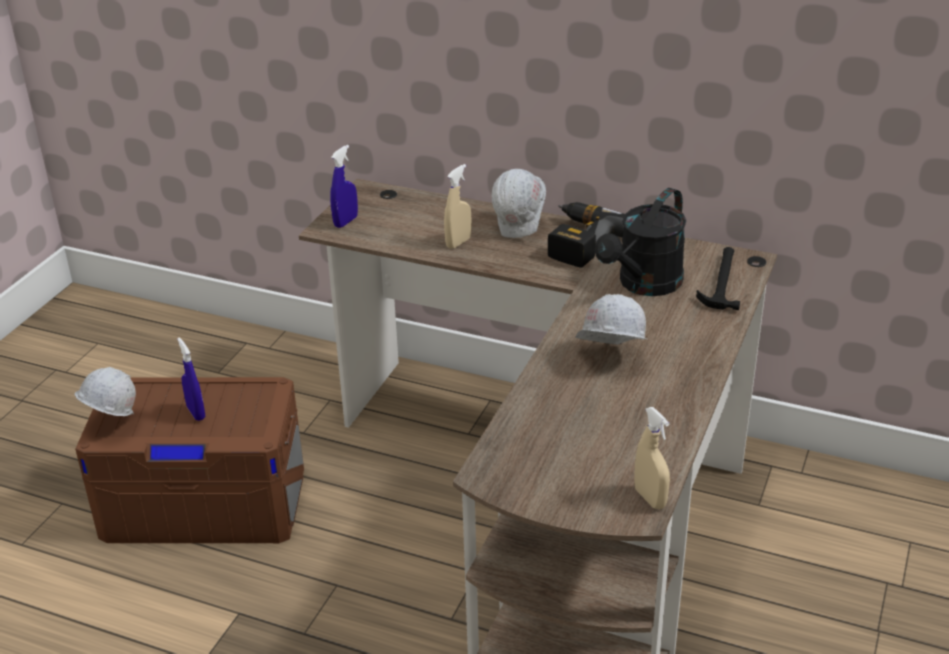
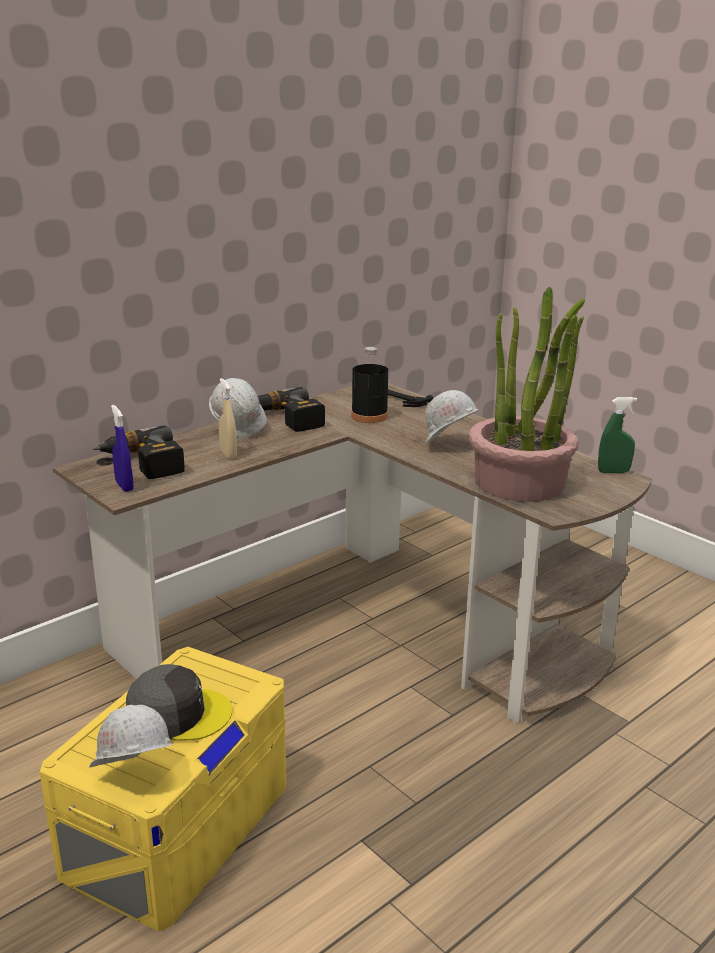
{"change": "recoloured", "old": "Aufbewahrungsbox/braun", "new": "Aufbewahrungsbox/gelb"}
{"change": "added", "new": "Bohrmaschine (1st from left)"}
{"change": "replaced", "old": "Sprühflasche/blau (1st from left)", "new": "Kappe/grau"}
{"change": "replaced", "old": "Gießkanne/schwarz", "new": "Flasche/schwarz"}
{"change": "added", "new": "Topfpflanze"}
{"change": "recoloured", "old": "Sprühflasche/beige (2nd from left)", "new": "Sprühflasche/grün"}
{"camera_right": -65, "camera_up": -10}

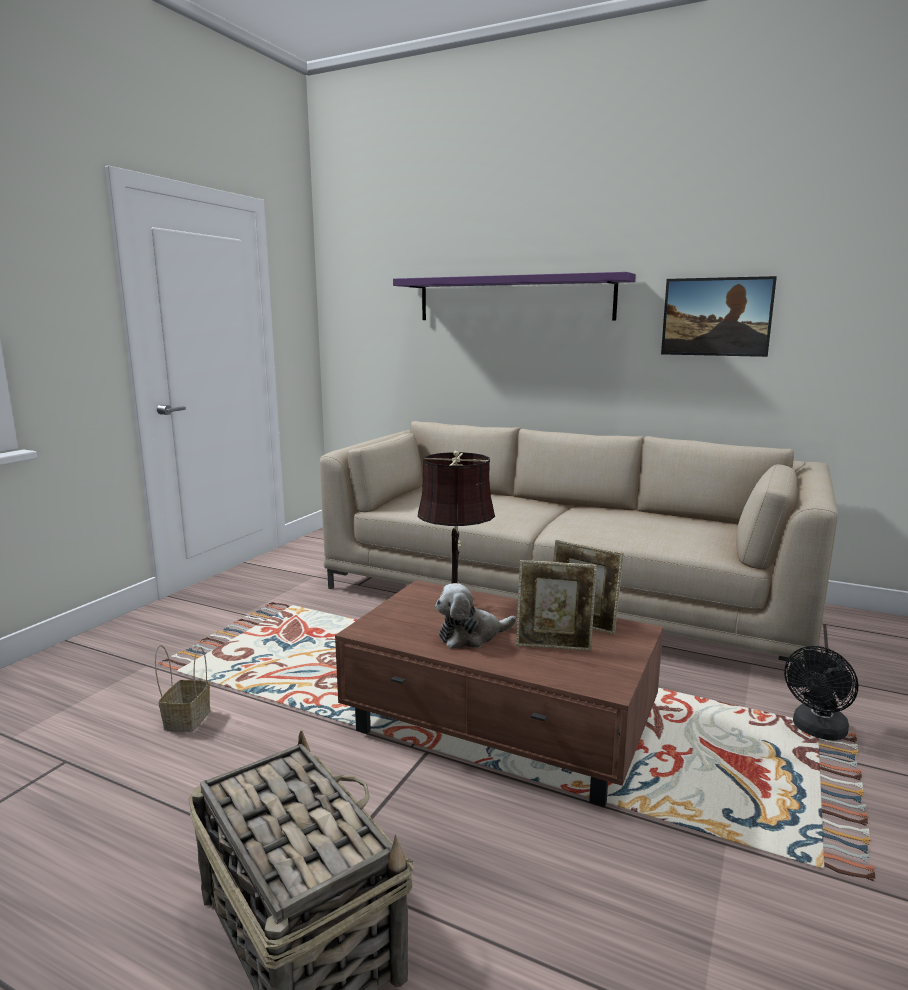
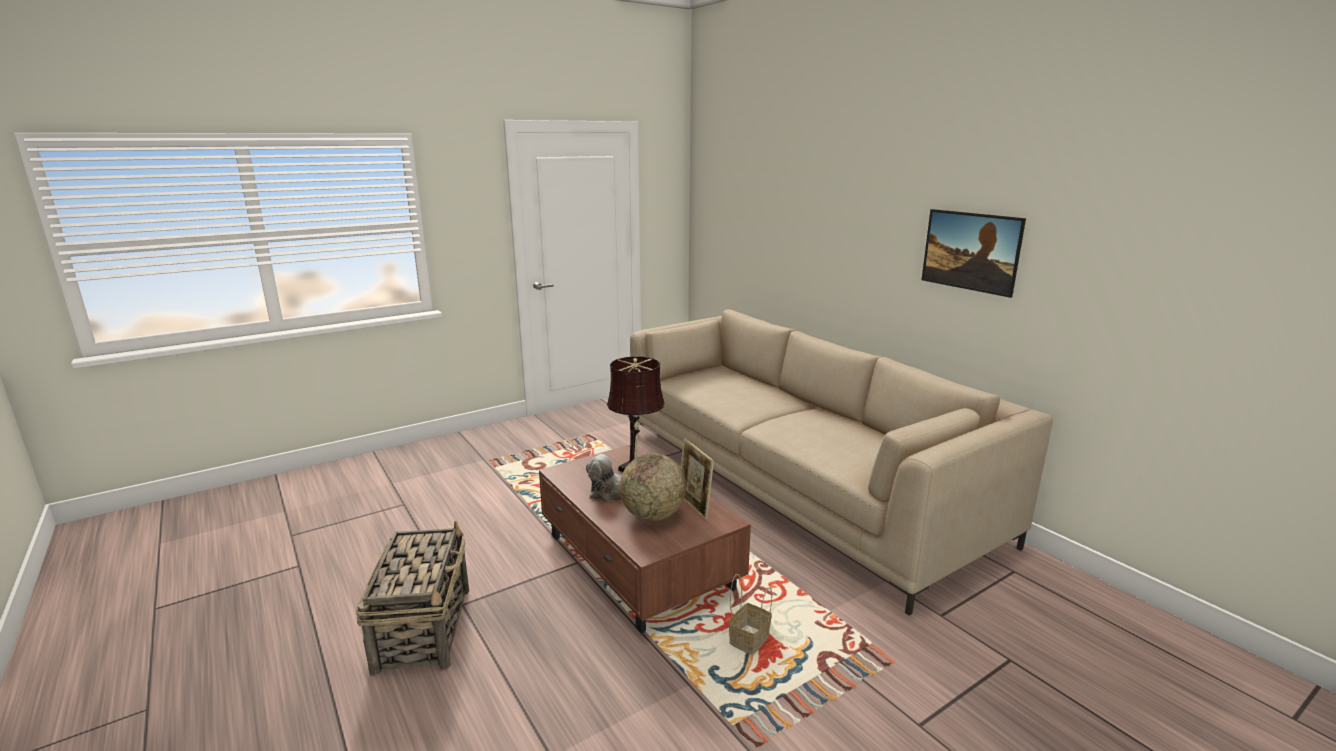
{"change": "replaced", "old": "Bilderrahmen (1st from left)", "new": "Globus"}
{"change": "moved", "old": "Korb (1st from left in the first image)", "new": "Korb (2nd from left)"}
{"change": "removed", "old": "Wandregal/lila"}
{"change": "removed", "old": "Ventilator/schwarz"}
{"camera_right": 30, "camera_up": 5}

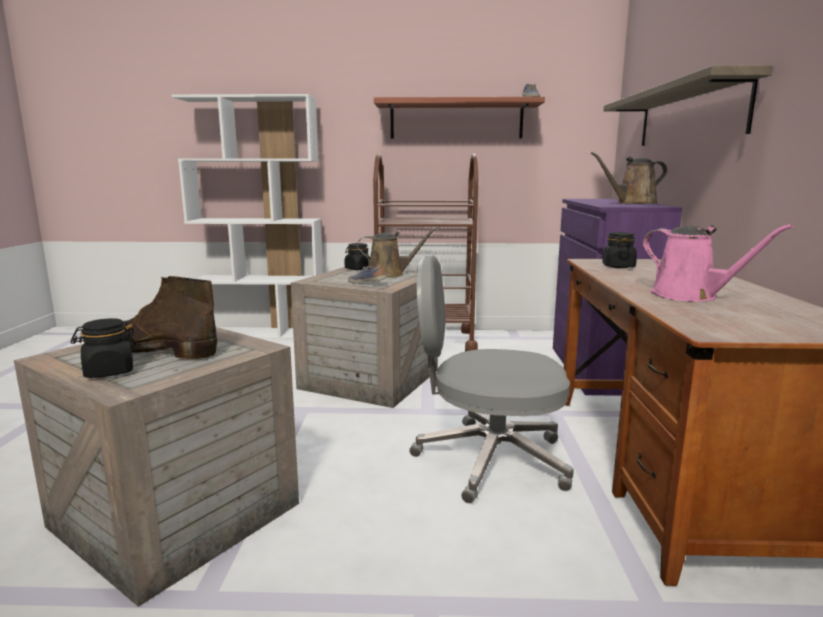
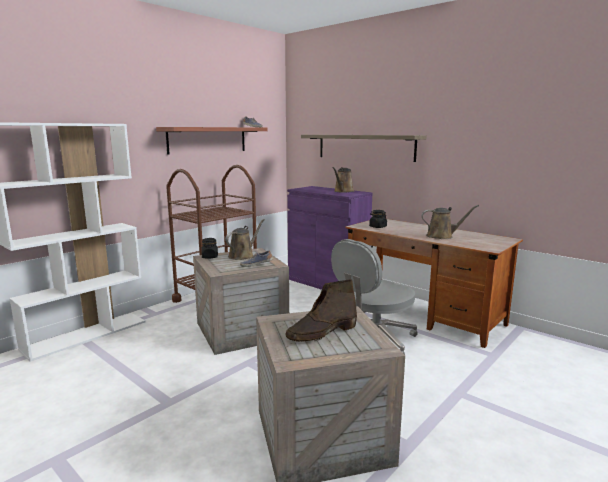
{"change": "recoloured", "old": "Gießkanne/rosa", "new": "Gießkanne/braun (3rd from left)"}
{"change": "removed", "old": "Vorratsglas/schwarz (1st from left)"}
{"camera_right": -50, "camera_up": 0}

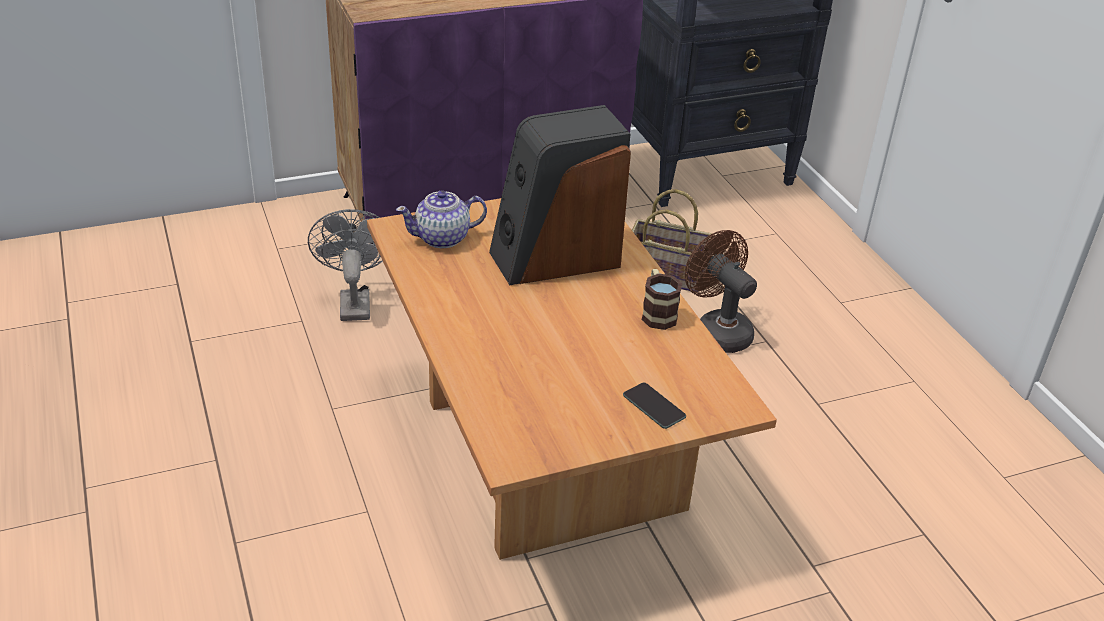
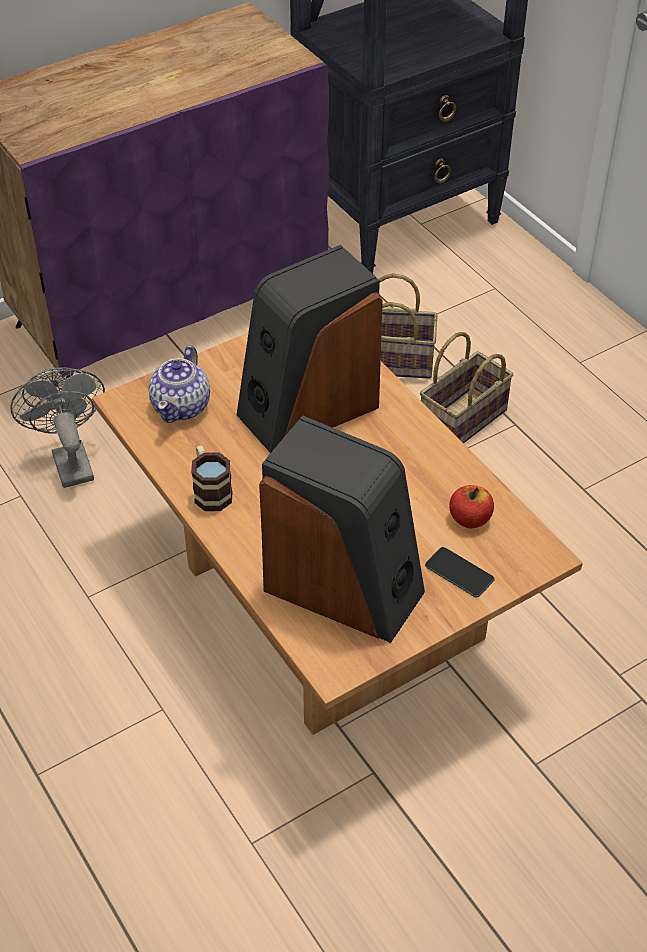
{"change": "turned", "old": "Teekanne", "degrees": -45}
{"change": "moved", "old": "Henkelbecher"}
{"change": "added", "new": "Lautsprecher (2nd from left)"}
{"change": "replaced", "old": "Ventilator/braun", "new": "Korb (2nd from left)"}
{"change": "added", "new": "Apfel"}
{"camera_right": -10, "camera_up": 10}

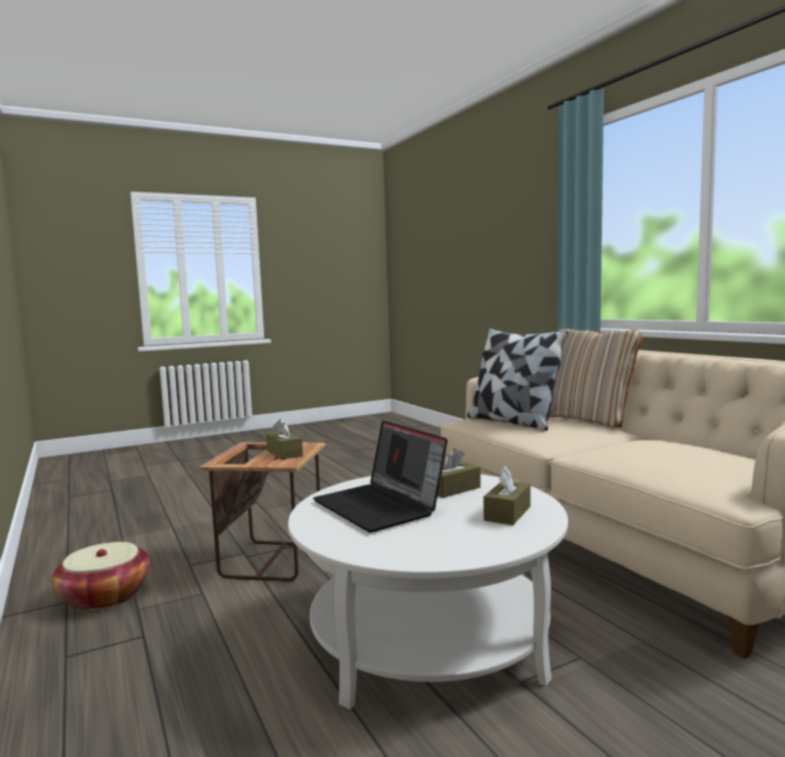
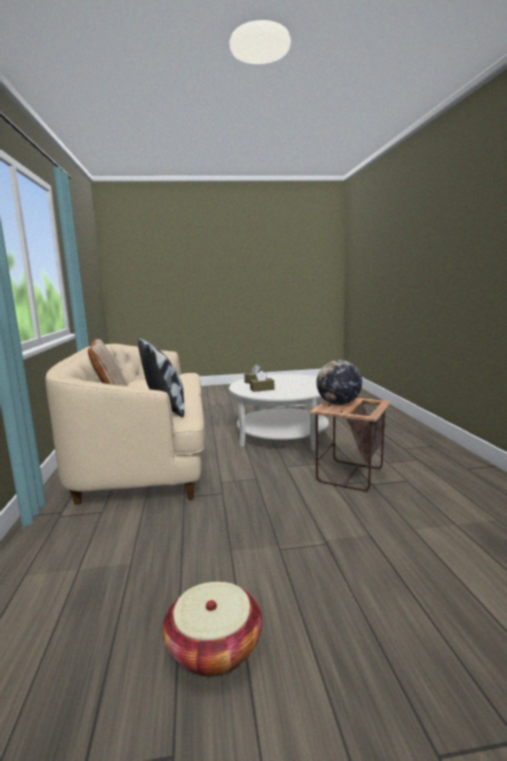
{"change": "moved", "old": "Korb"}
{"change": "replaced", "old": "Taschentuchbox/braun (1st from left)", "new": "Globus"}
{"change": "removed", "old": "Laptop"}
{"camera_right": -160, "camera_up": 5}

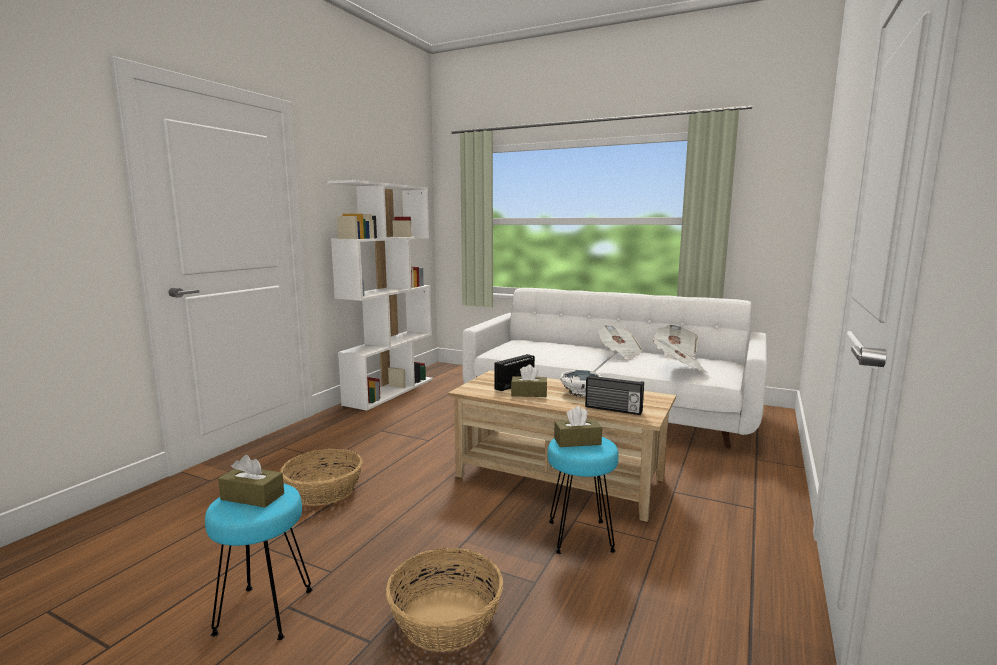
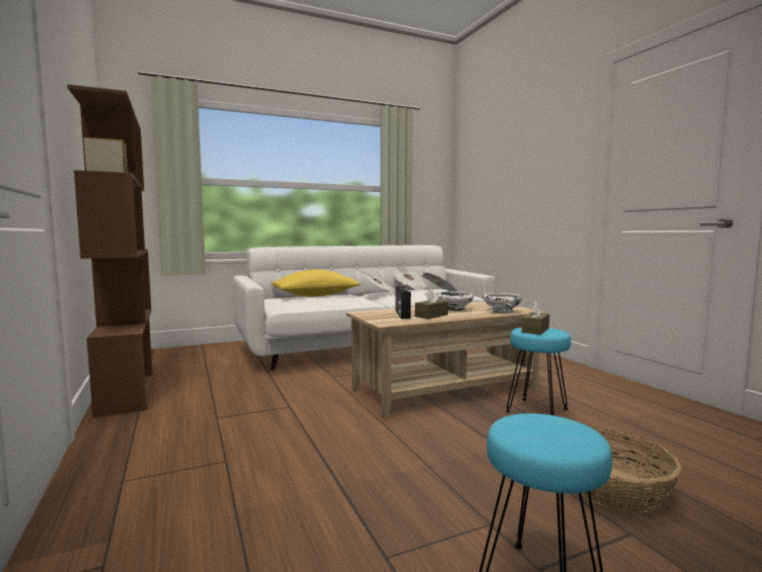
{"change": "recoloured", "old": "Bücherregal/weiß", "new": "Bücherregal/braun"}
{"change": "added", "new": "Kissen/gelb"}
{"change": "replaced", "old": "Radio (2nd from left)", "new": "Schüssel/weiß (2nd from left)"}
{"change": "removed", "old": "Taschentuchbox/braun (1st from left)"}
{"change": "removed", "old": "Korb (1st from left)"}
{"camera_right": -50, "camera_up": -5}

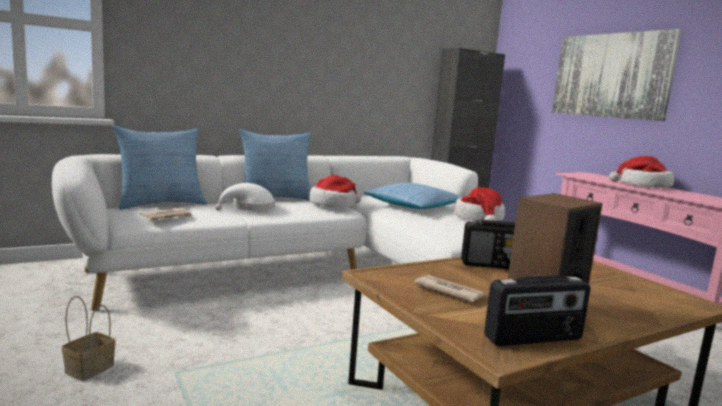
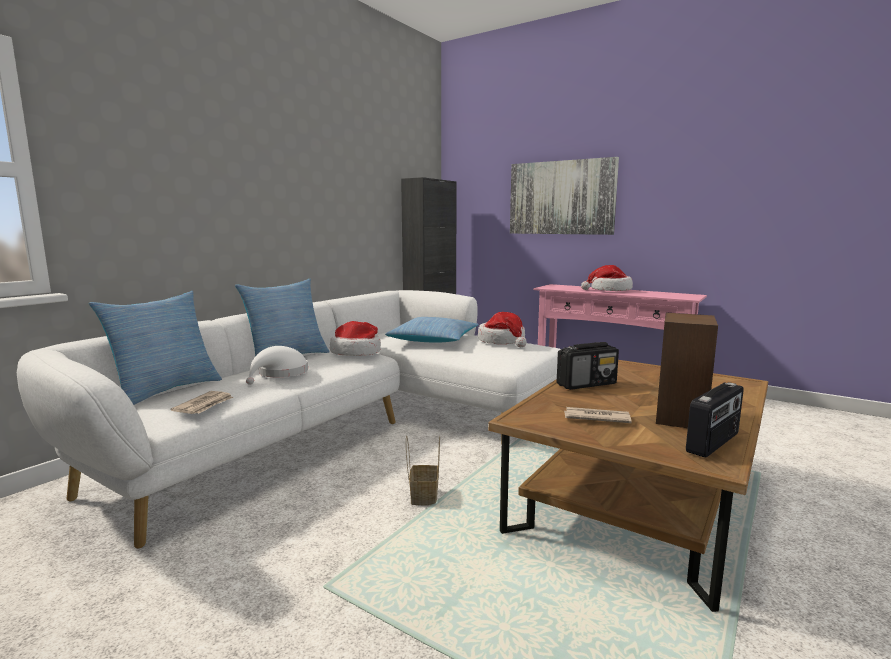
{"change": "moved", "old": "Korb"}
{"camera_right": -25, "camera_up": 0}

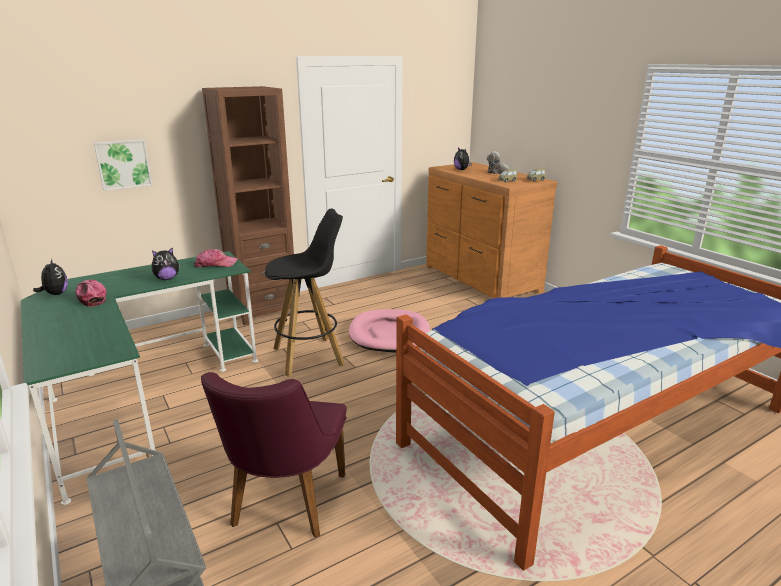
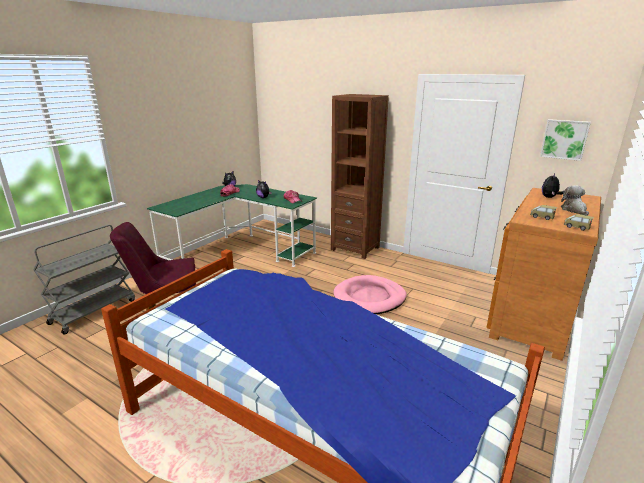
{"change": "moved", "old": "Bild"}
{"change": "removed", "old": "Hocker/schwarz"}
{"camera_right": 65, "camera_up": 0}

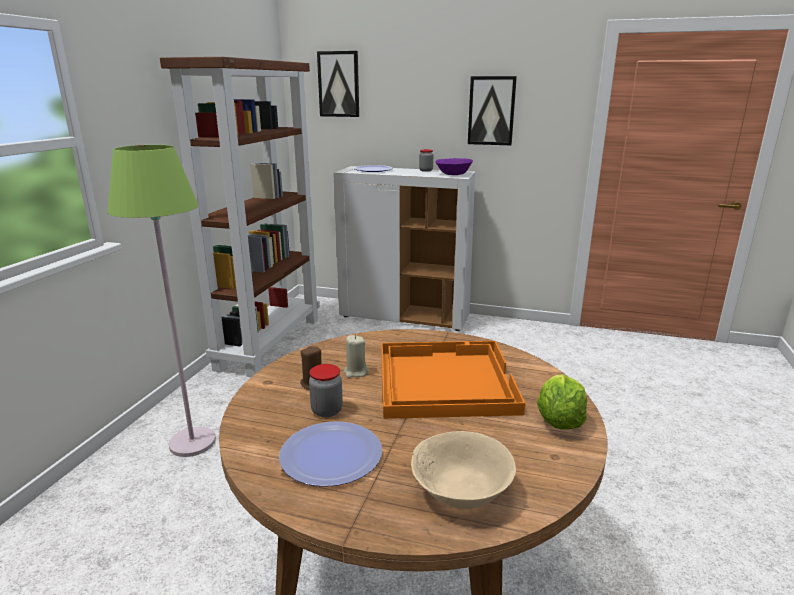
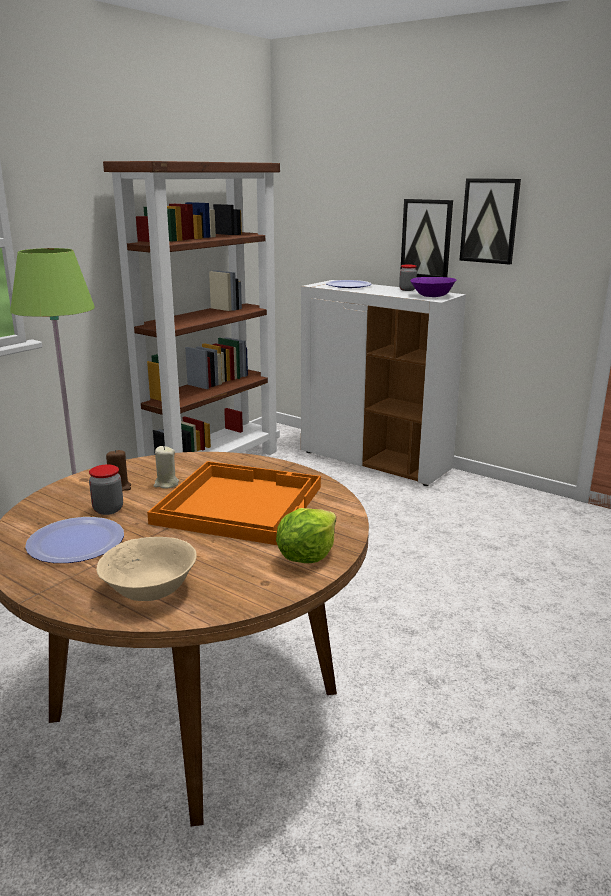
{"change": "moved", "old": "Bild (1st from left)"}
{"camera_right": 20, "camera_up": 0}

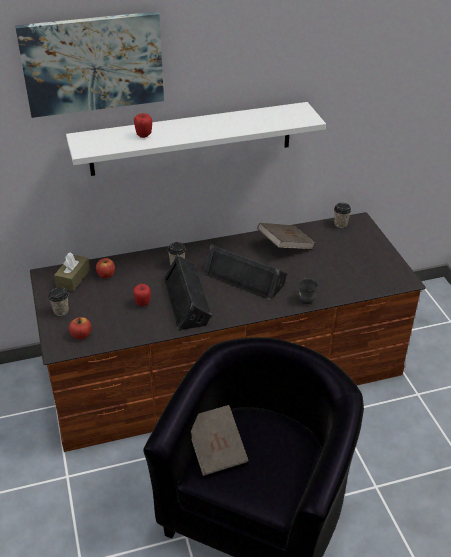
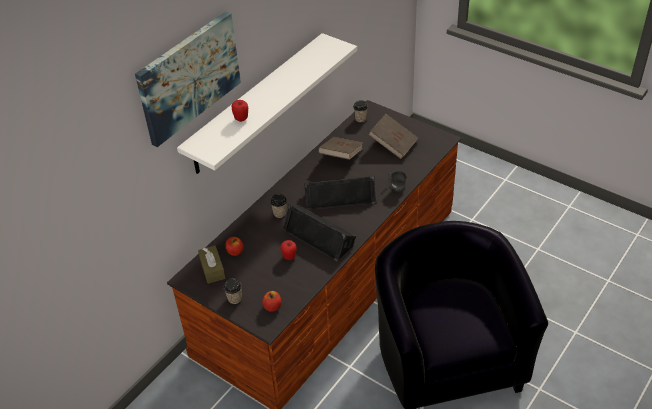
{"change": "moved", "old": "Buch/braun (1st from left in the first image)", "new": "Buch/braun (2nd from left)"}
{"camera_right": -35, "camera_up": 5}

